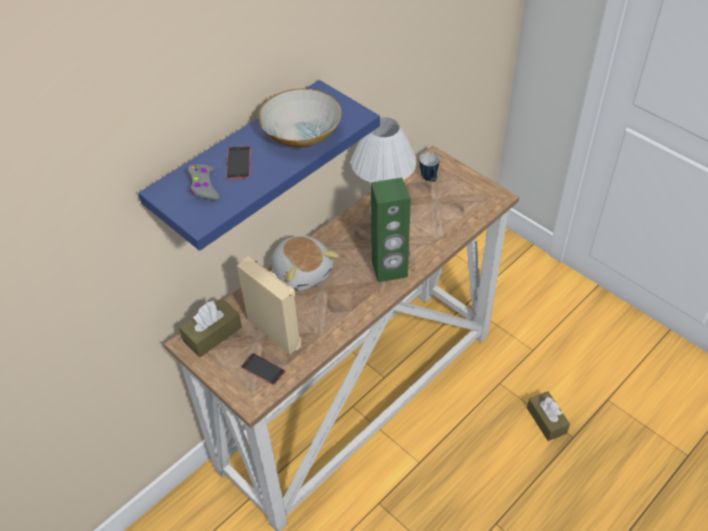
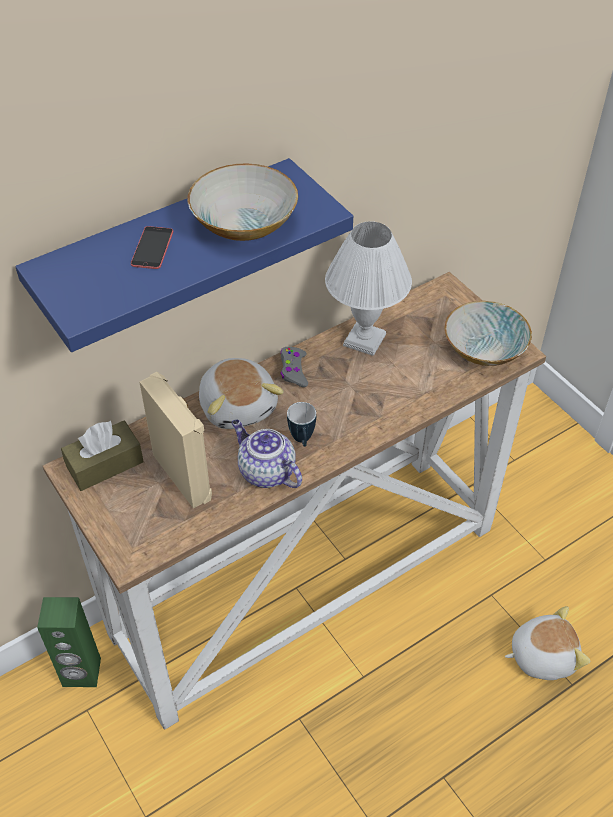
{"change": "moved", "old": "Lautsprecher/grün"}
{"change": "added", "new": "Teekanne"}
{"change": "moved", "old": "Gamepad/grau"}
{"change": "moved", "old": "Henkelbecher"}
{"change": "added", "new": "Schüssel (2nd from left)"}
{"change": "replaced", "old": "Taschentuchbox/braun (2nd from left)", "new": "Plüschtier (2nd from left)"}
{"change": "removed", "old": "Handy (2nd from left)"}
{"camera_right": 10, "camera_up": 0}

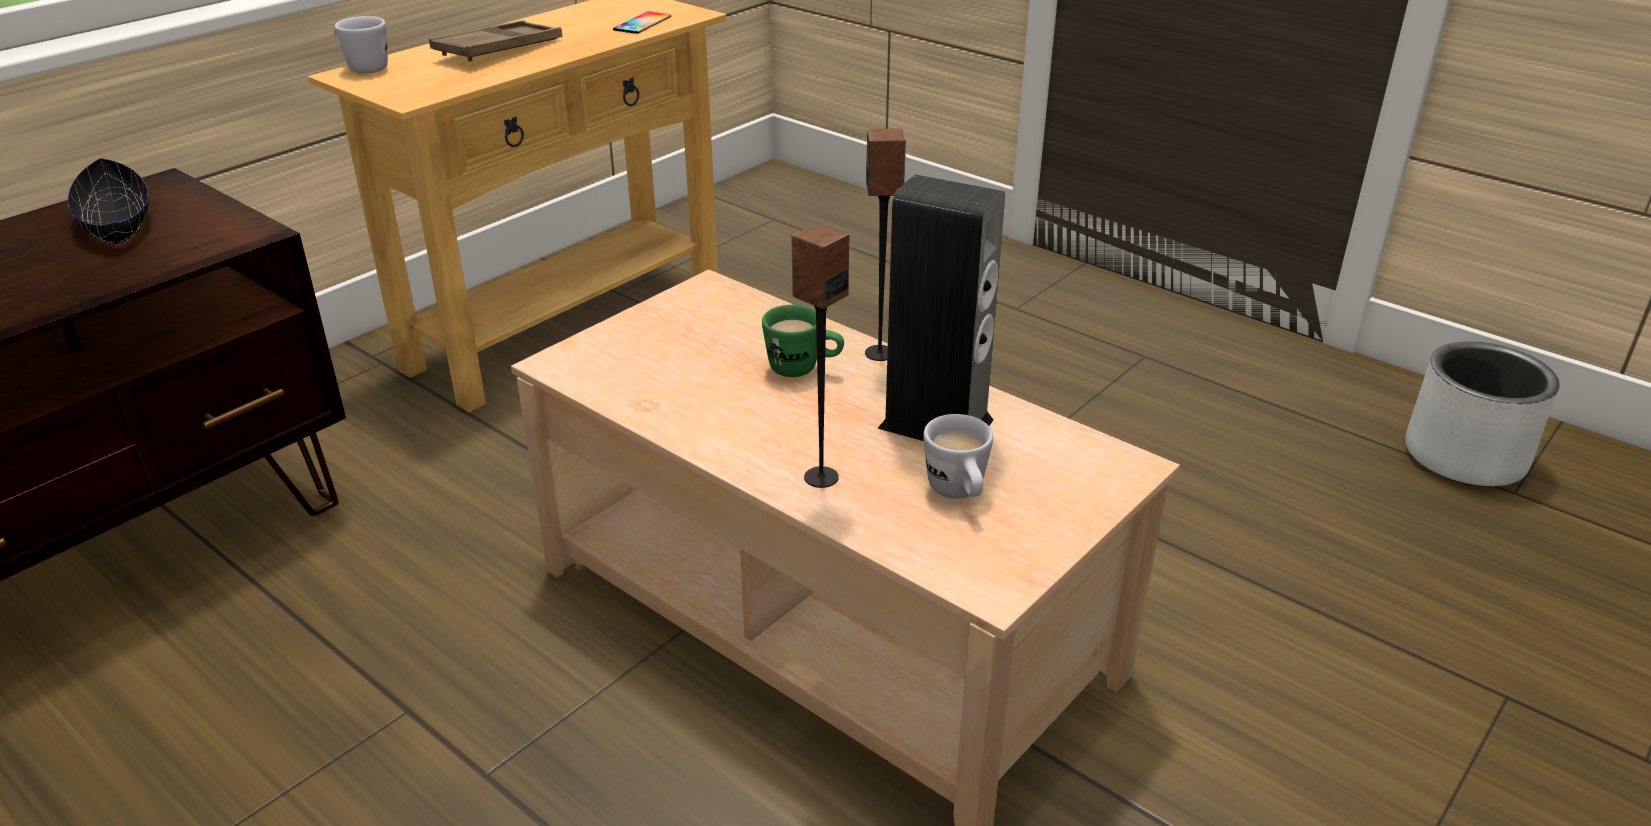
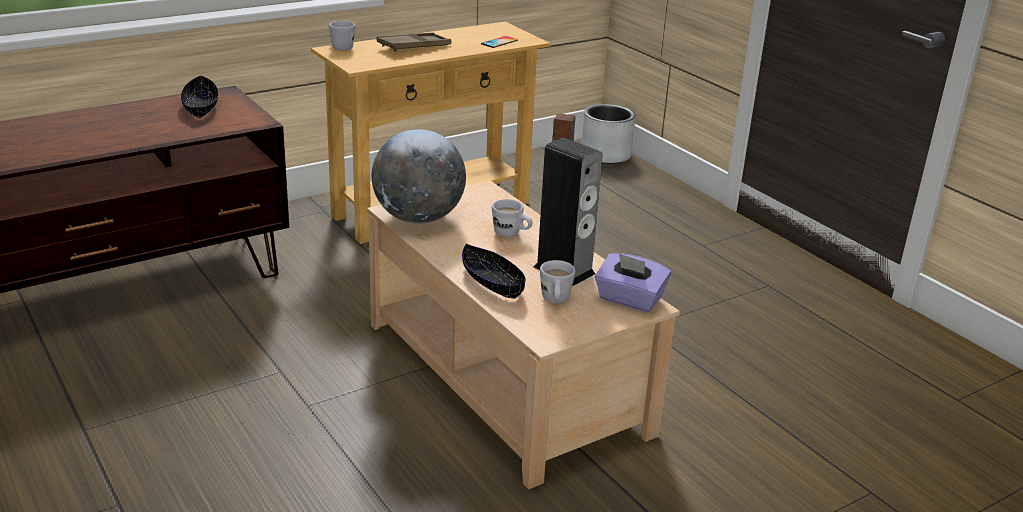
{"change": "added", "new": "Globus"}
{"change": "replaced", "old": "Lautsprecher (1st from left)", "new": "Schüssel/schwarz (2nd from left)"}
{"change": "recoloured", "old": "Henkelbecher/grün", "new": "Henkelbecher/weiß (2nd from left)"}
{"change": "moved", "old": "Pflanzkübel/grau"}
{"change": "added", "new": "Taschentuchbox/lila"}
{"camera_right": 15, "camera_up": -5}

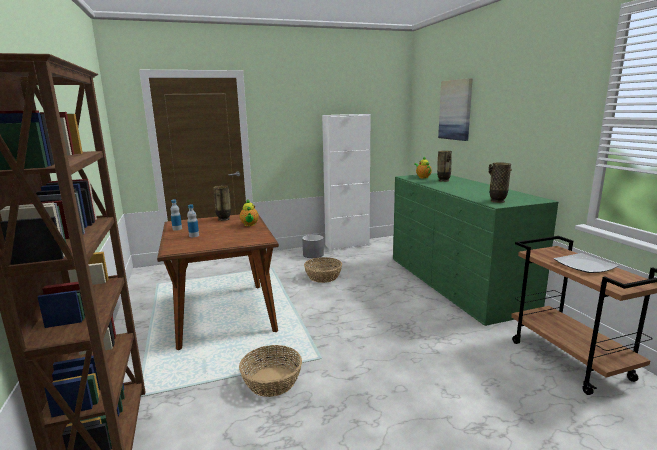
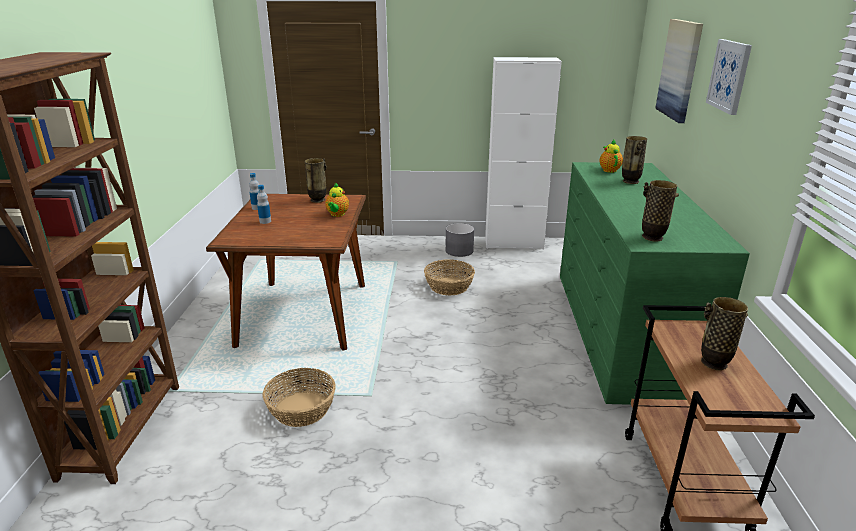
{"change": "replaced", "old": "Teller", "new": "Vase (4th from left)"}
{"change": "added", "new": "Bild (2nd from left)"}
{"camera_right": 20, "camera_up": 10}

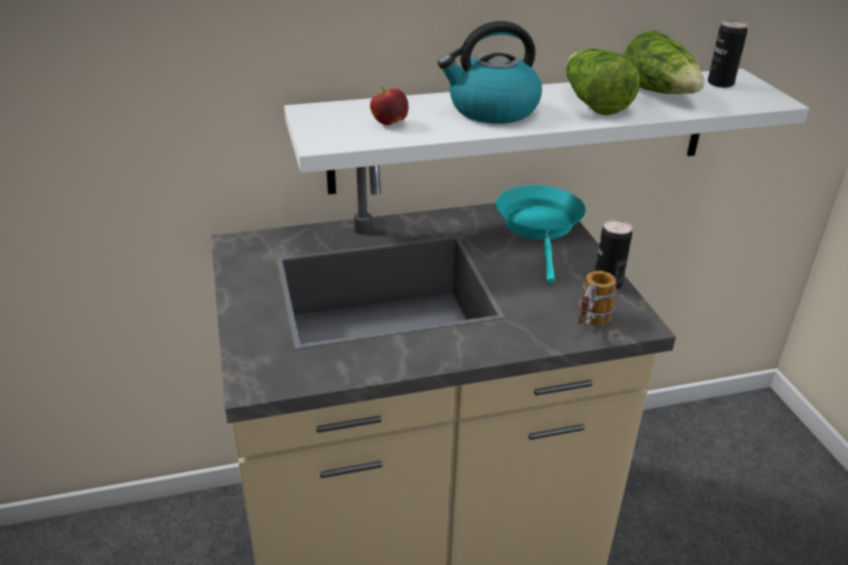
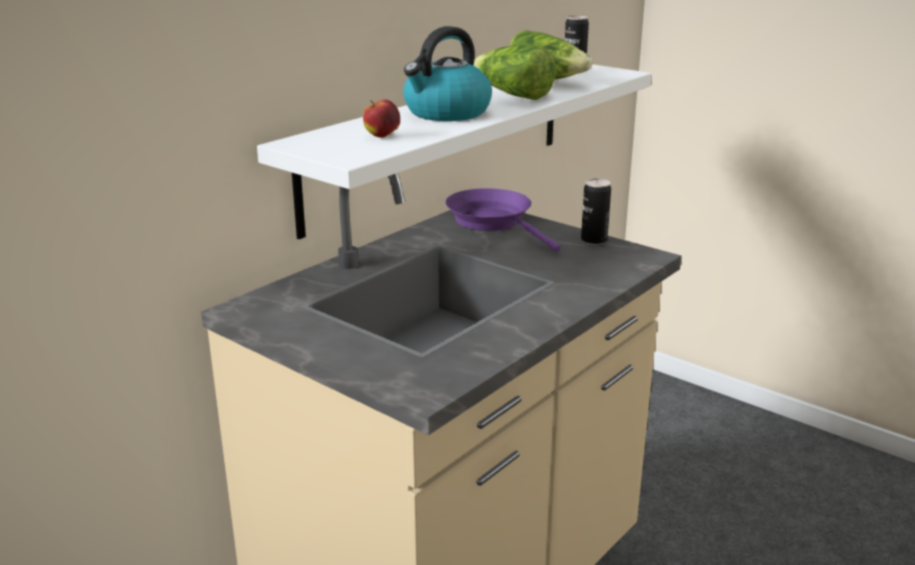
{"change": "recoloured", "old": "Pfanne/türkis", "new": "Pfanne/lila"}
{"change": "removed", "old": "Henkelbecher"}
{"camera_right": -35, "camera_up": -10}

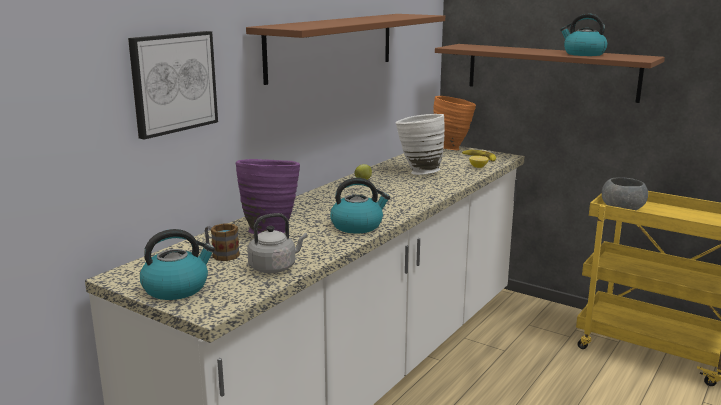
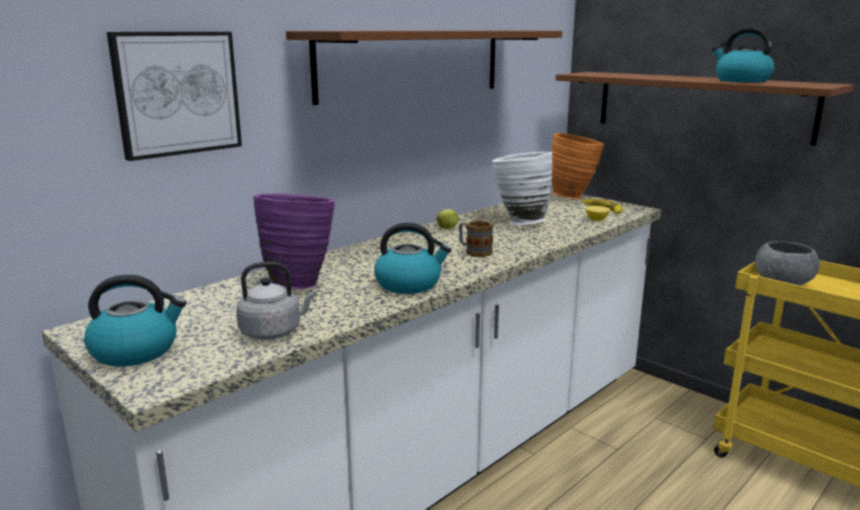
{"change": "moved", "old": "Henkelbecher"}
{"camera_right": 10, "camera_up": 0}

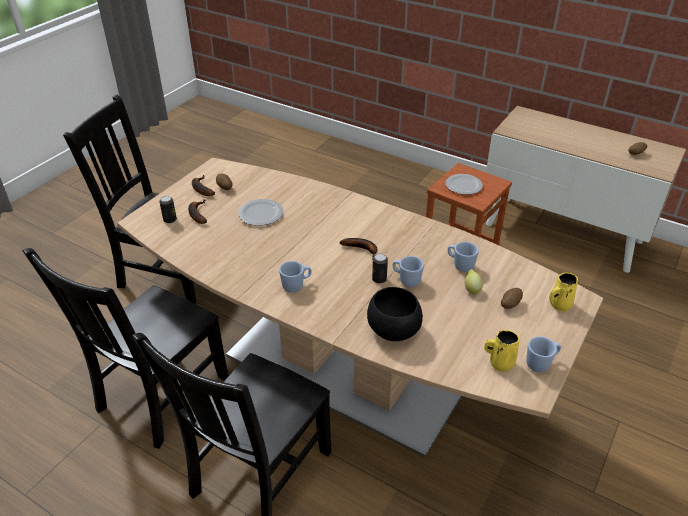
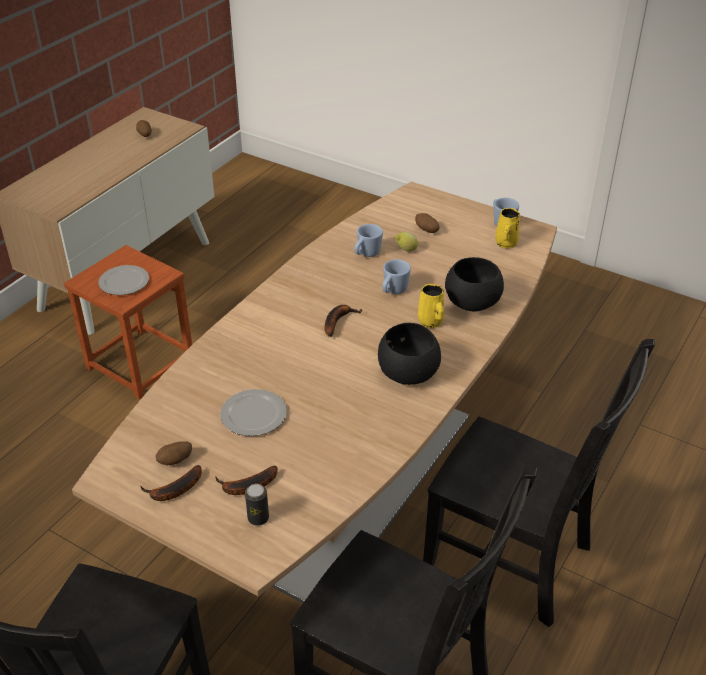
{"change": "replaced", "old": "Henkelbecher/blau (1st from left)", "new": "Schüssel/schwarz (1st from left)"}
{"change": "moved", "old": "Henkelbecher/gelb (2nd from left in the first image)", "new": "Henkelbecher/gelb (1st from left)"}
{"change": "removed", "old": "Dose (2nd from left)"}
{"camera_right": -90, "camera_up": 0}

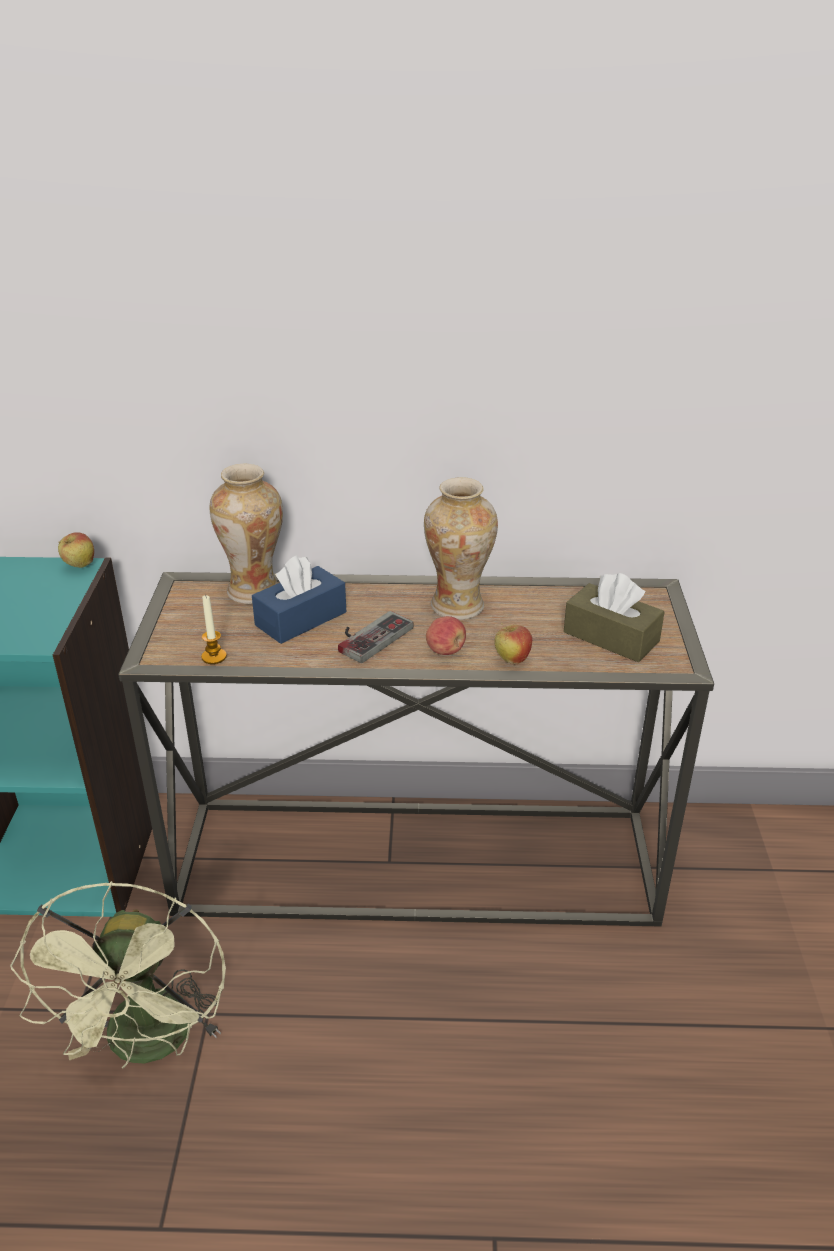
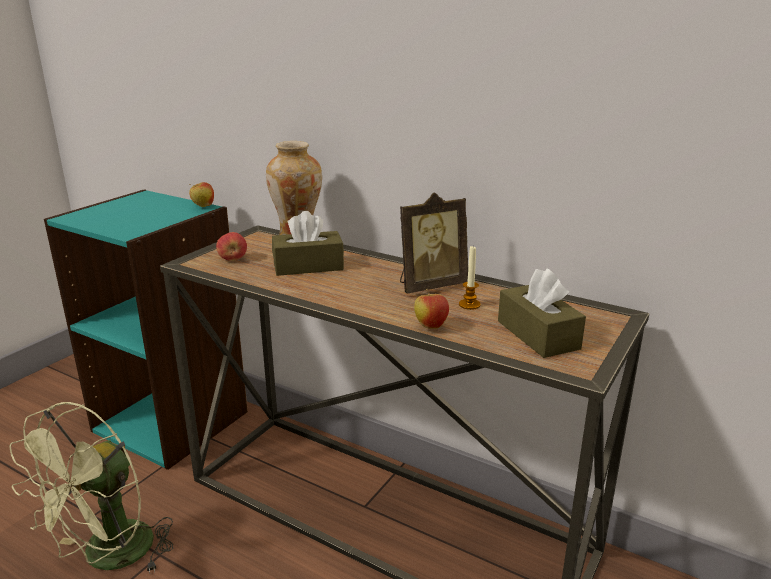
{"change": "moved", "old": "Apfel (2nd from left)"}
{"change": "recoloured", "old": "Taschentuchbox/blau", "new": "Taschentuchbox/braun (1st from left)"}
{"change": "replaced", "old": "Vase (2nd from left)", "new": "Bilderrahmen"}
{"change": "moved", "old": "Kerze"}
{"change": "removed", "old": "Gamepad"}
{"camera_right": 30, "camera_up": -10}

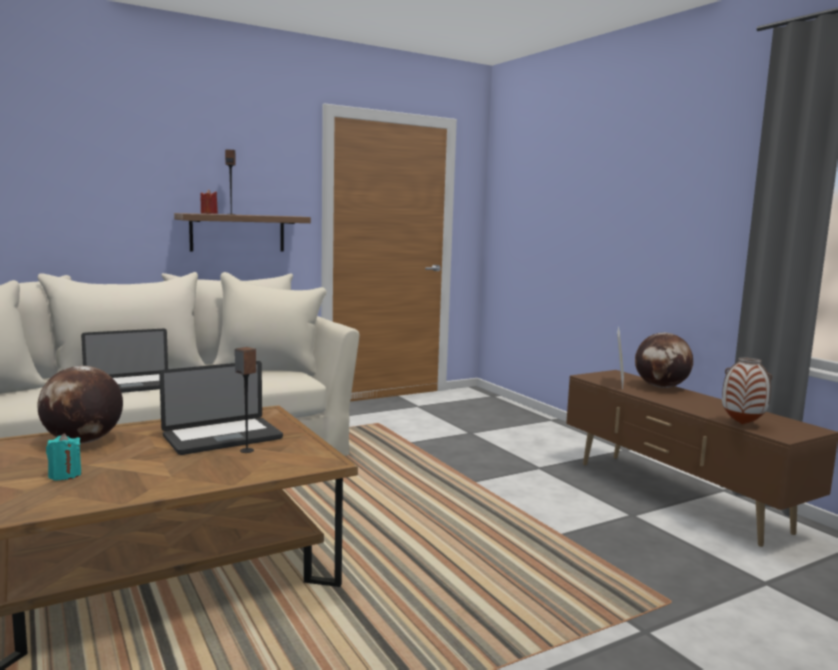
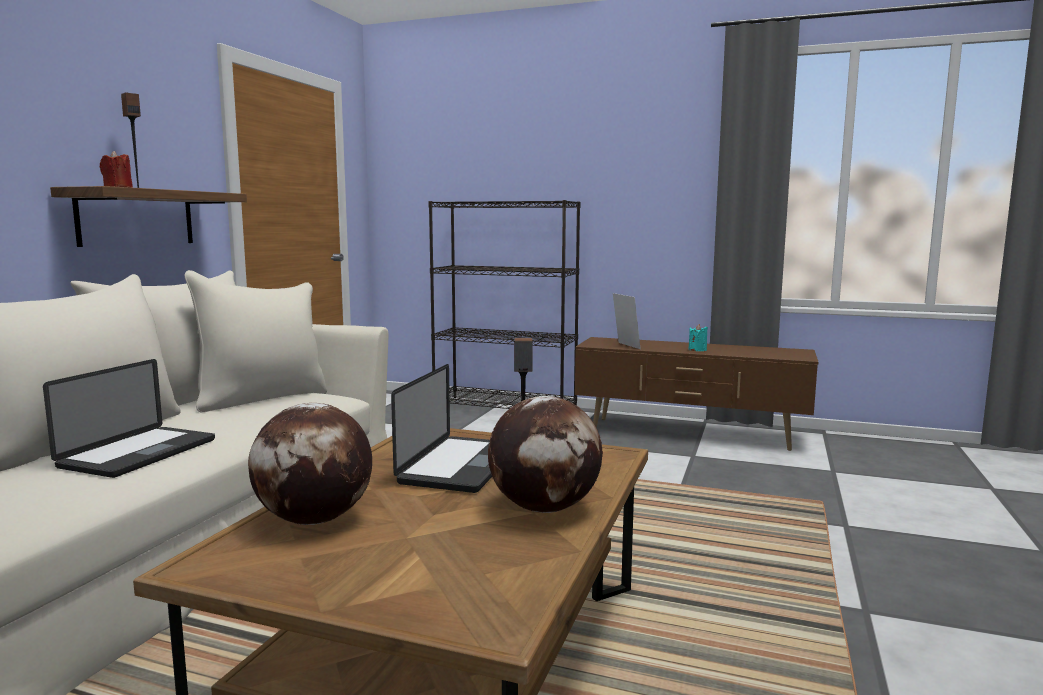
{"change": "added", "new": "Bücherregal/schwarz"}
{"change": "moved", "old": "Globus (2nd from left)"}
{"change": "moved", "old": "Kerze/türkis"}
{"change": "removed", "old": "Vase"}
{"camera_right": -40, "camera_up": 0}

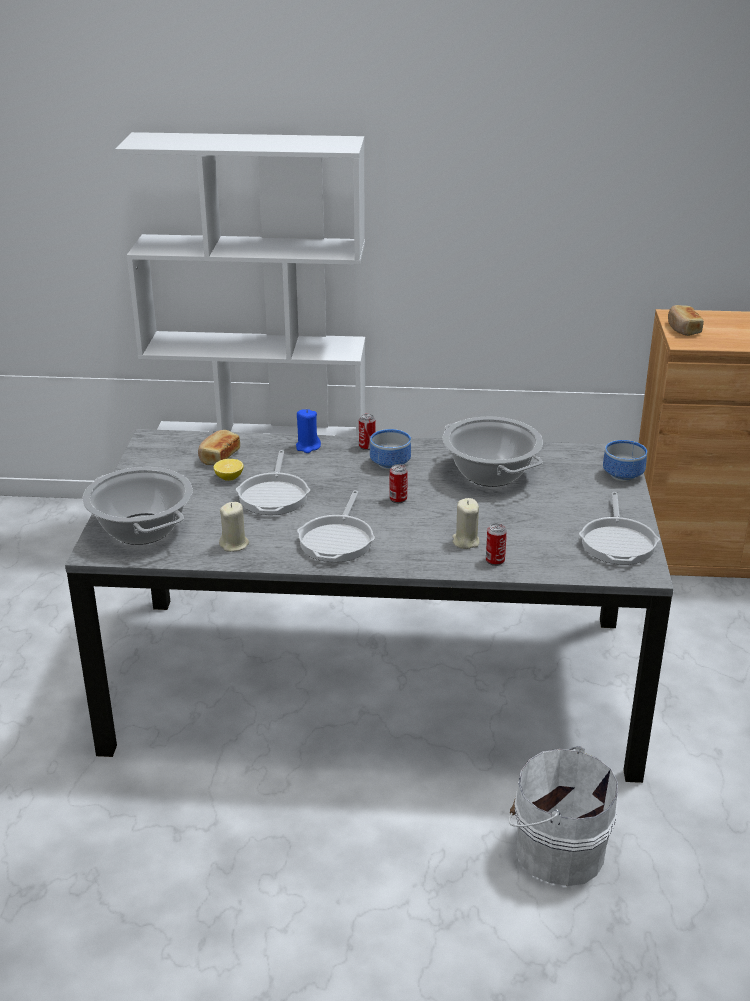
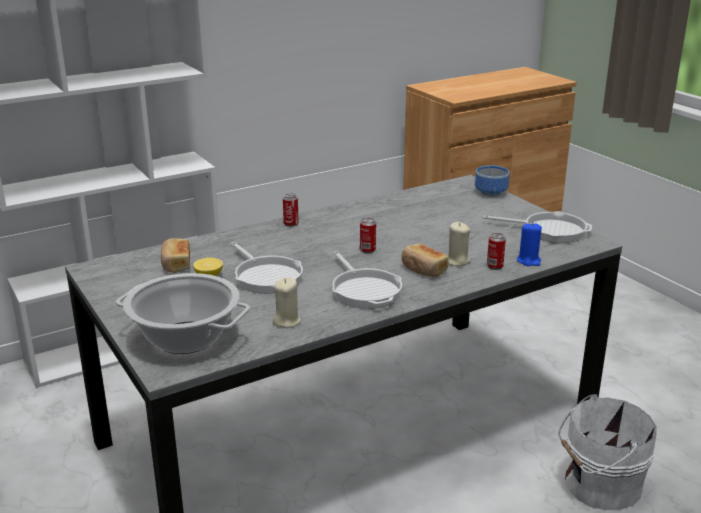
{"change": "moved", "old": "Brot (2nd from left)"}
{"change": "turned", "old": "Pfanne (3rd from left)", "degrees": -45}
{"change": "moved", "old": "Kerze/blau"}
{"change": "removed", "old": "Schüssel (1st from left)"}
{"change": "removed", "old": "Kochtopf (2nd from left)"}
{"camera_right": -35, "camera_up": -5}

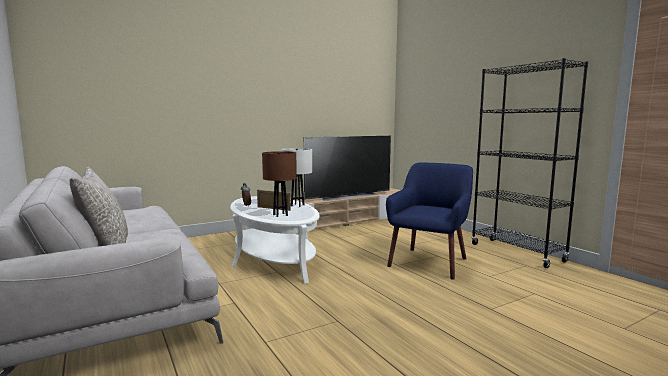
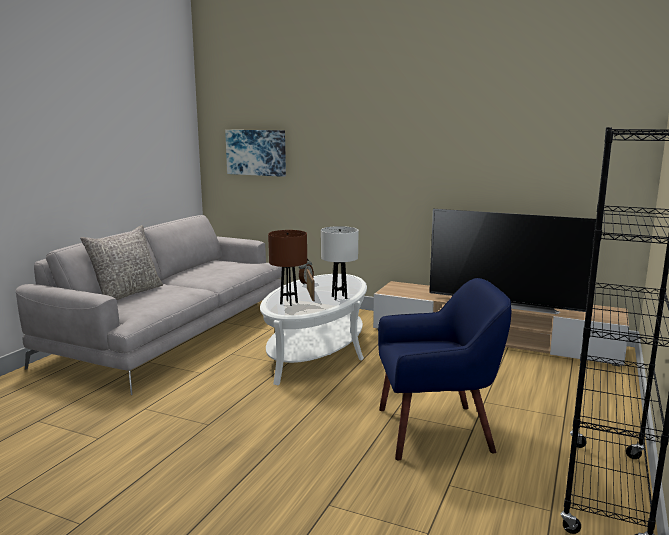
{"change": "added", "new": "Bild"}
{"camera_right": 55, "camera_up": 5}

